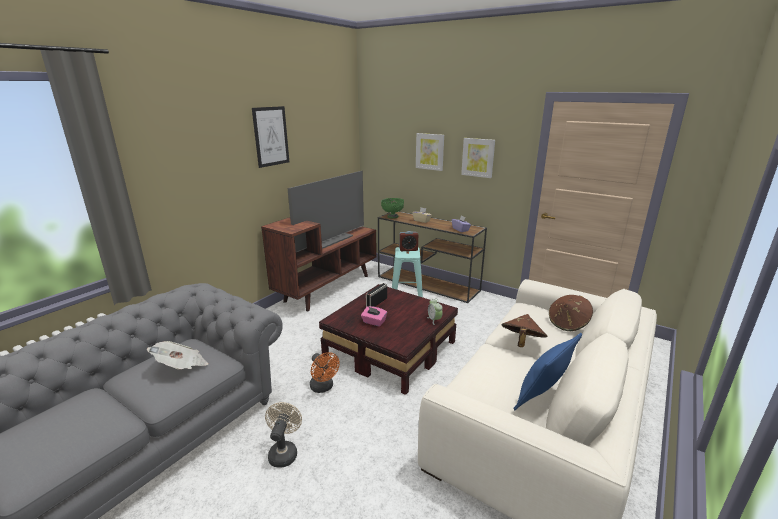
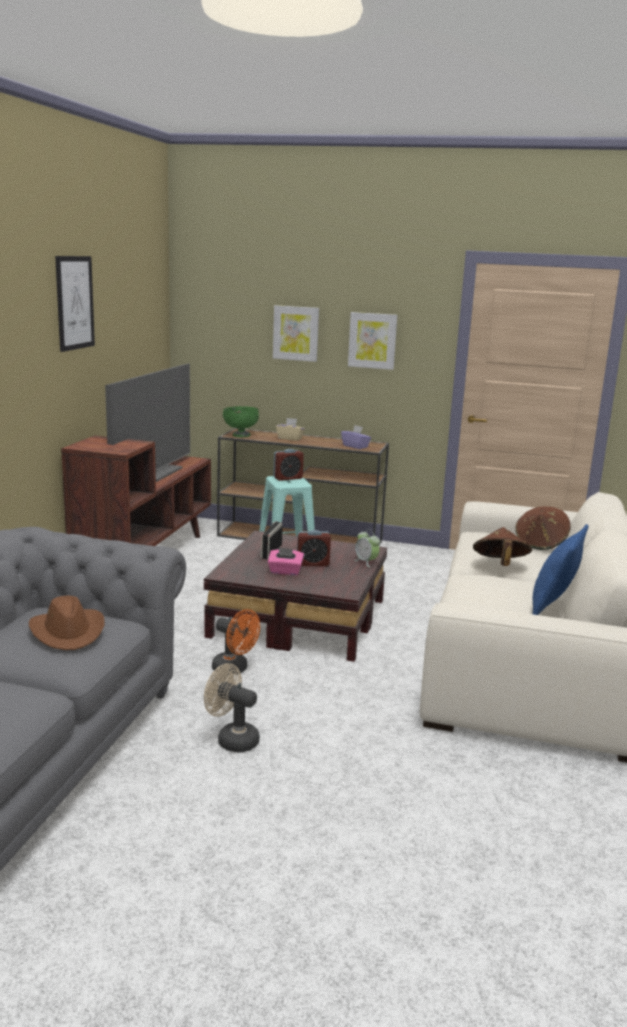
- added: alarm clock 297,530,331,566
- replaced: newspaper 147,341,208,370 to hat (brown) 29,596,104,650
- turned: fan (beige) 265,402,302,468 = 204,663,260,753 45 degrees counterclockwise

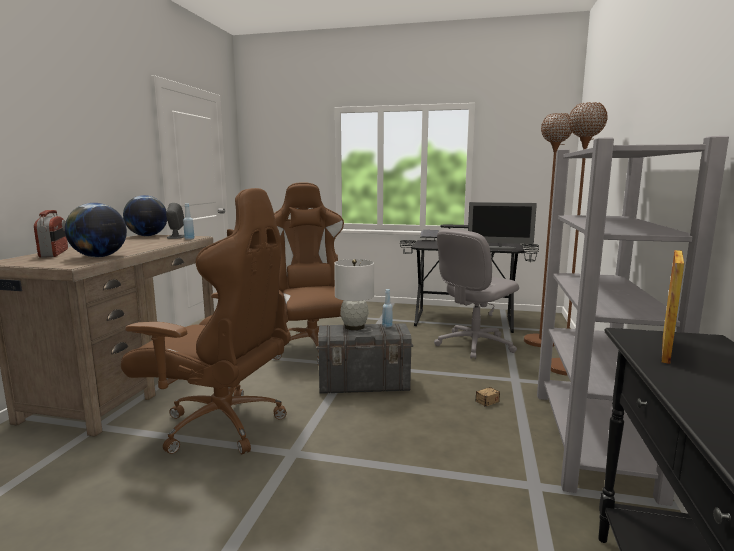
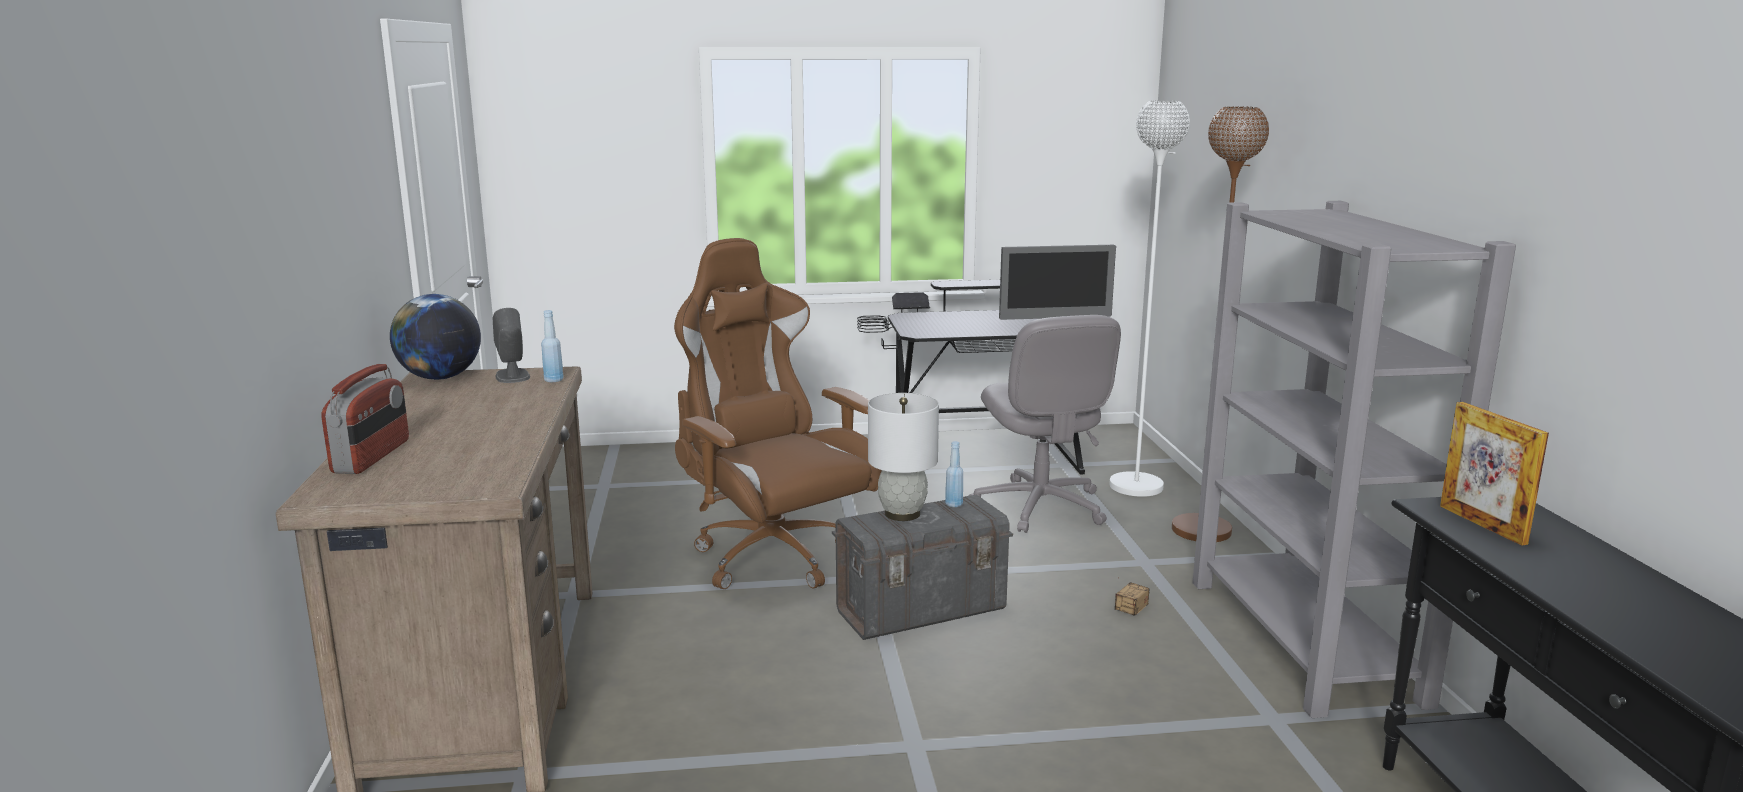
- removed: globe 65,203,127,257
- removed: office chair (brown) 121,188,291,454
- recoloured: floor lamp (brown) 524,113,572,347 to floor lamp (white) 1109,100,1190,497
- turned: radio 34,210,68,258 = 321,364,409,474 45 degrees clockwise
- turned: office chair (grey) 434,229,519,359 = 968,315,1121,533 45 degrees counterclockwise
- turned: picture frame 662,250,684,364 = 1440,402,1549,546 150 degrees clockwise

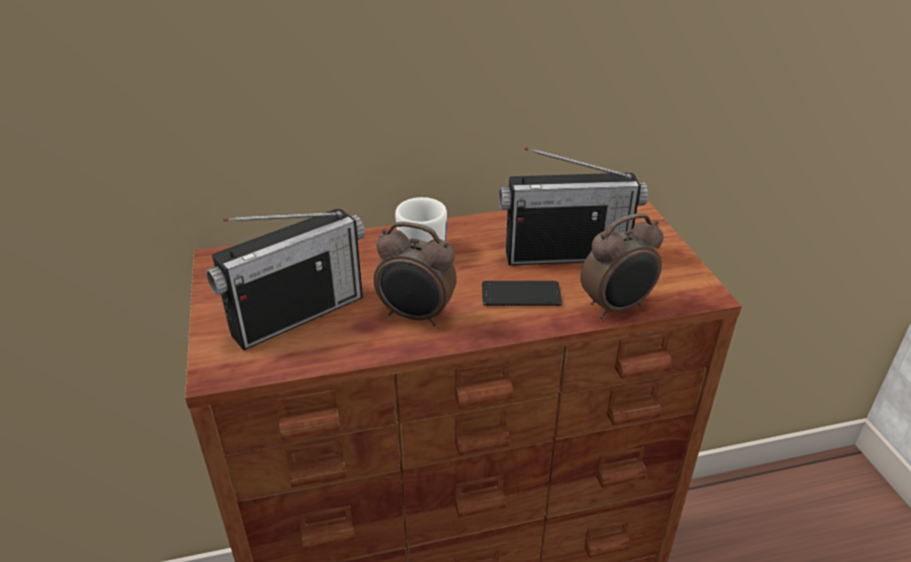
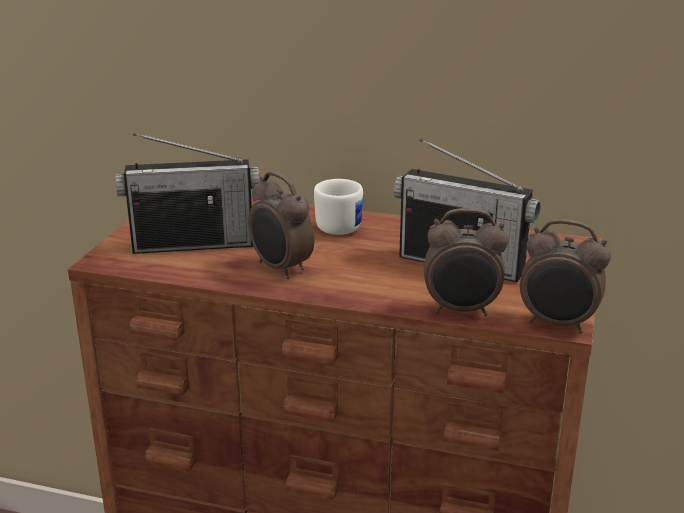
- removed: phone 482,281,562,306
- added: alarm clock 520,219,611,333

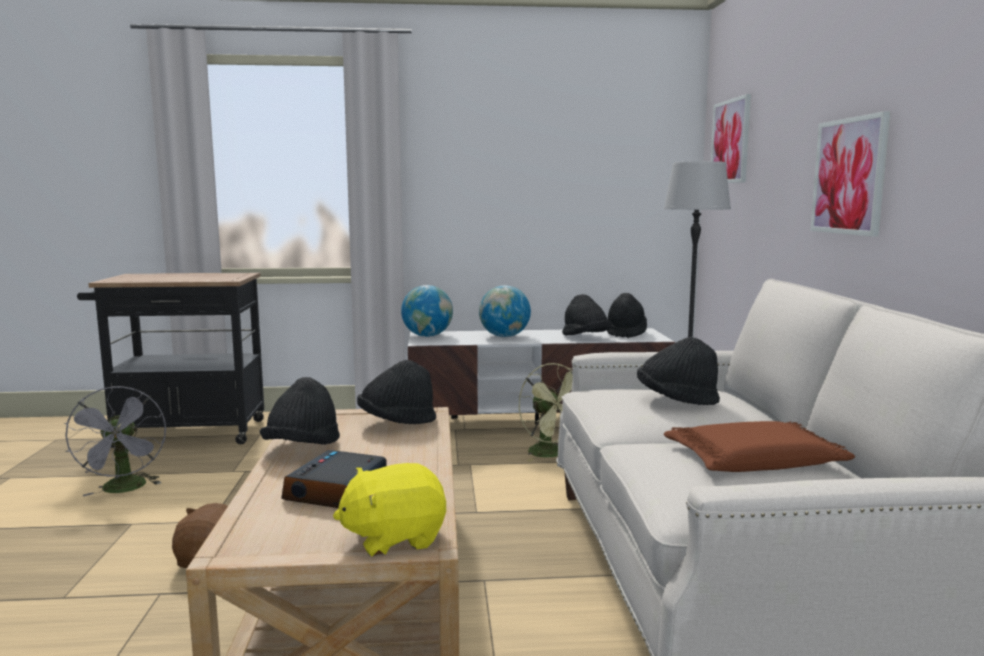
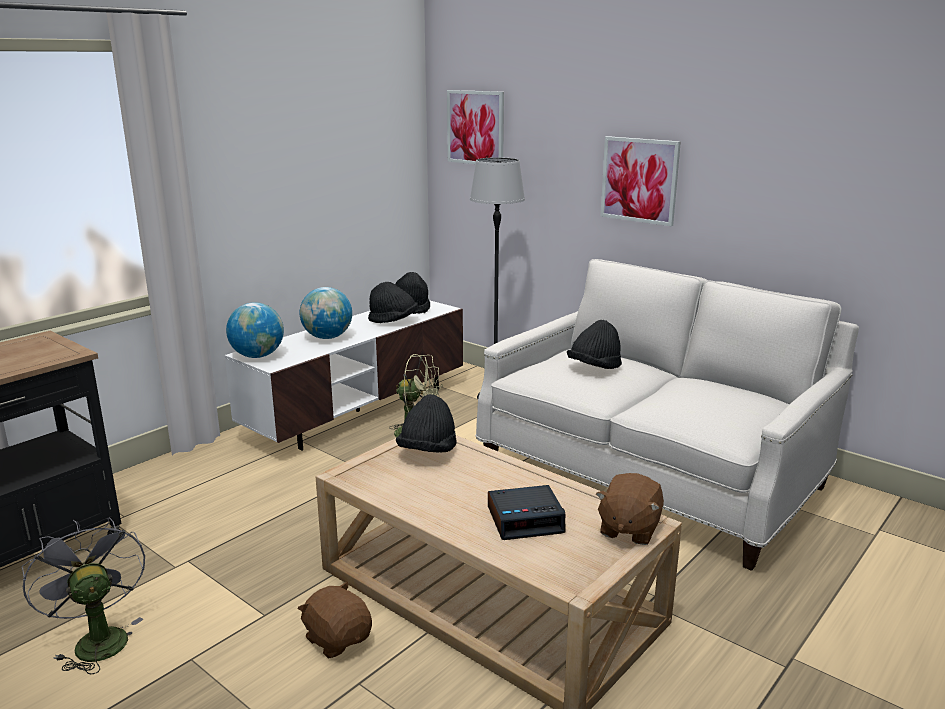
- removed: hat (black) 260,377,340,445
- removed: pillow (brown) 663,421,855,472
- recoloured: plush toy (yellow) 333,463,446,557 to plush toy (brown) 596,473,664,545
- turned: fan (grey) 64,386,166,496 = 22,517,145,675 150 degrees counterclockwise
- turned: alarm clock 281,450,387,508 = 488,485,566,540 75 degrees counterclockwise

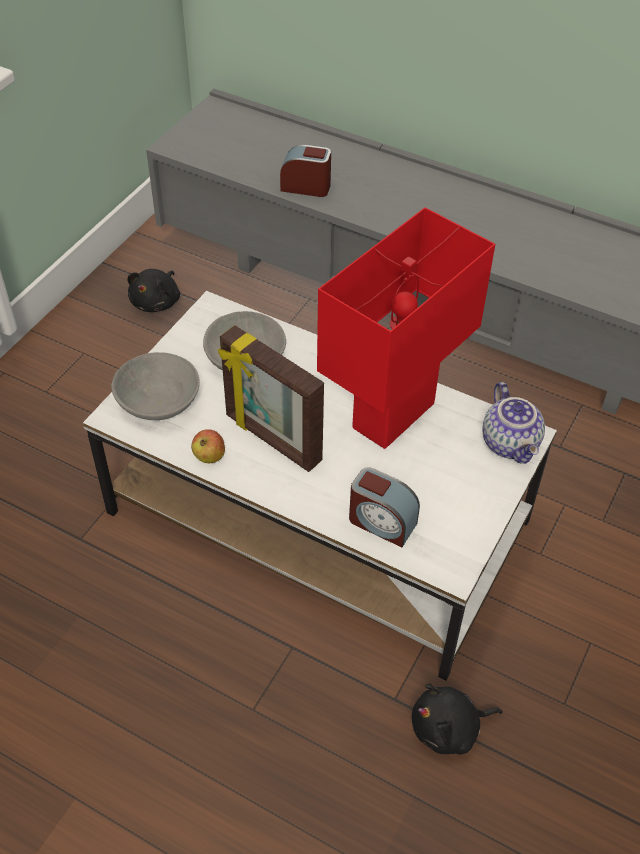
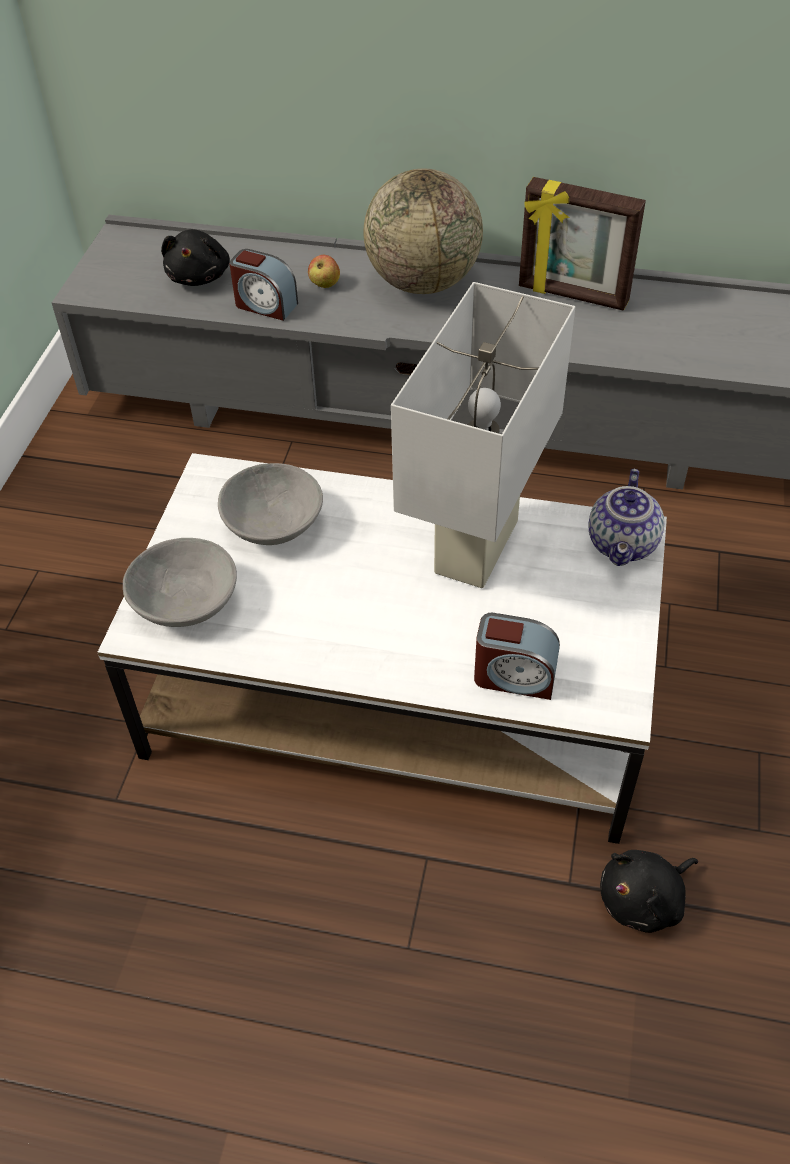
- added: globe 363,169,483,294
- moved: plush toy (black) 127,269,180,312 to 161,229,230,286
- moved: apple 191,429,225,463 to 308,255,340,288
- moved: picture frame 218,325,324,472 to 519,177,646,311
- recoloured: table lamp (red) 317,207,495,449 to table lamp (white) 391,282,576,588
- turned: alarm clock 280,145,331,197 = 229,249,298,321 150 degrees counterclockwise
- turned: teapot 482,382,545,464 = 588,469,664,566 45 degrees clockwise

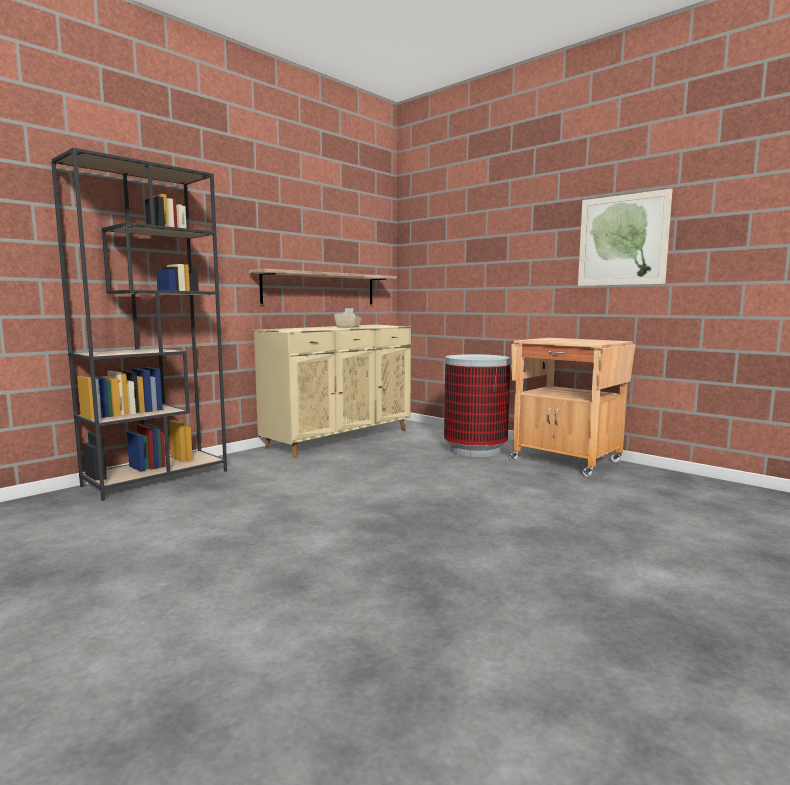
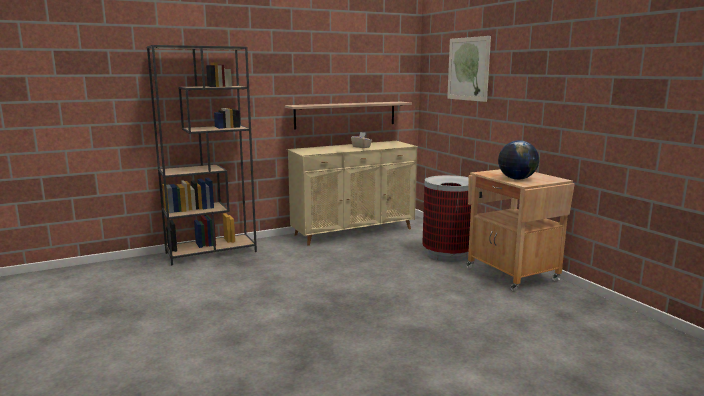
- added: globe 498,140,539,180
- moved: picture 578,189,673,286 to 447,36,491,102

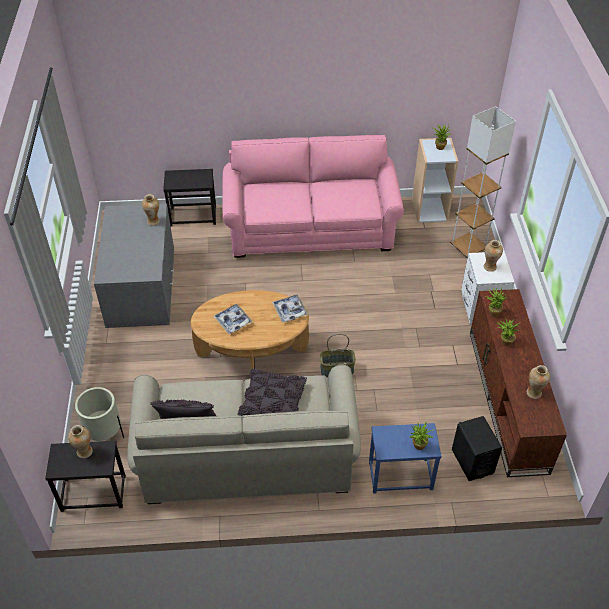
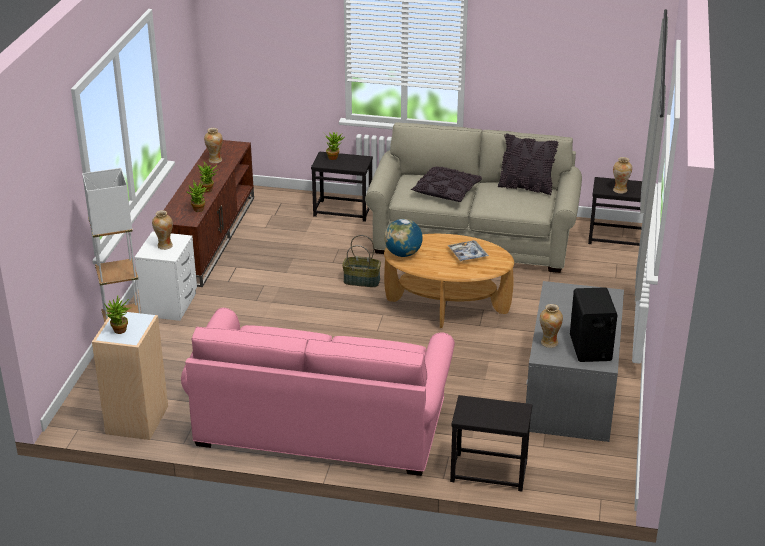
- removed: planter (beige) 75,387,124,441
- moved: speaker (black) 452,416,502,481 to 570,287,617,362
- replaced: tray 272,295,309,322 to globe 384,219,423,257
- recoloured: side table (blue) 369,423,442,494 to side table (black) 311,151,373,222

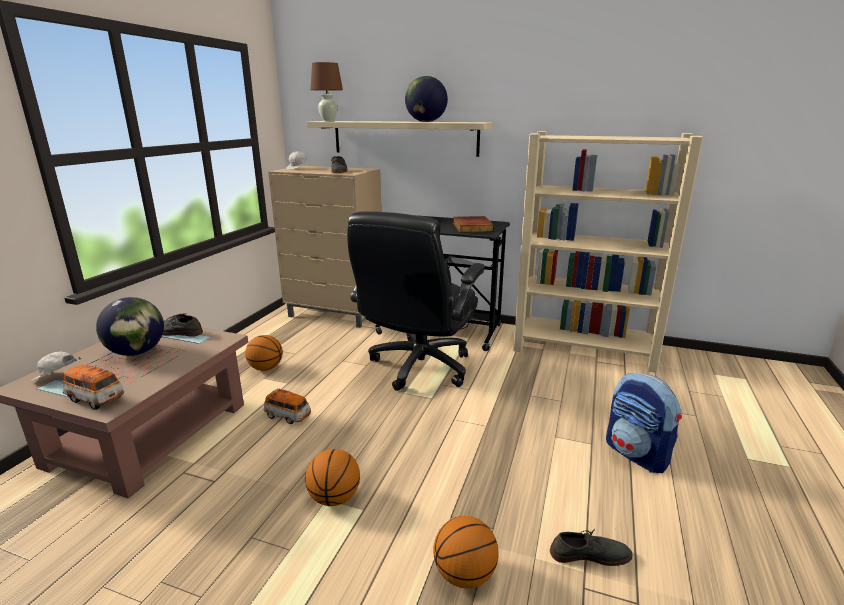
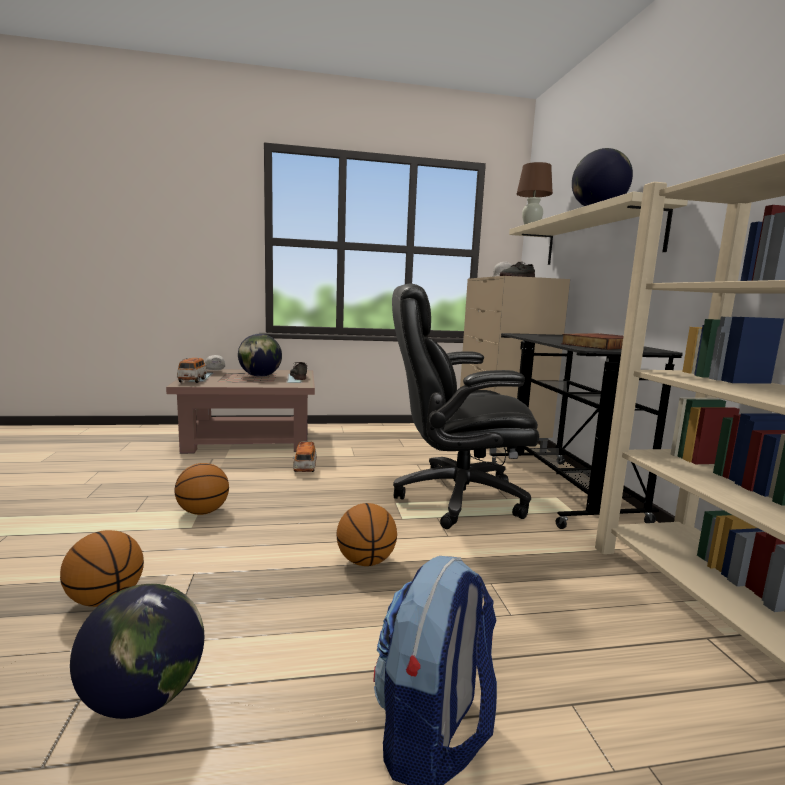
- moved: basketball 245,335,283,371 to 337,503,397,566
- replaced: shoe (grey) 550,529,632,566 to globe 70,584,204,719

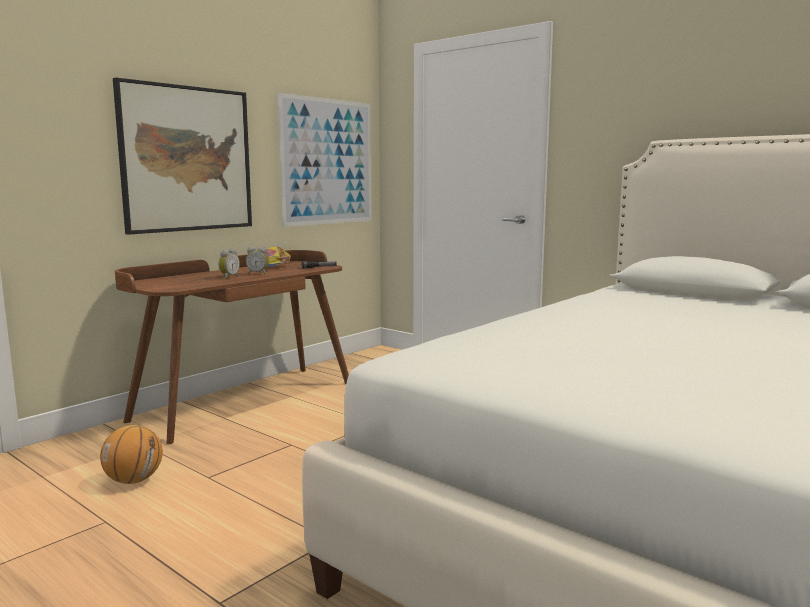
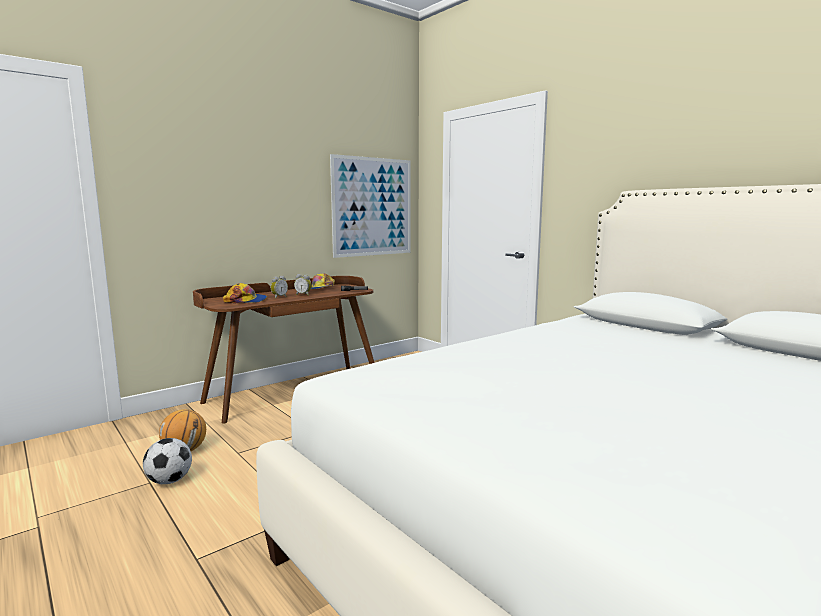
- removed: picture 113,78,252,234
- added: football 143,438,192,484
- added: cap 223,283,267,303

